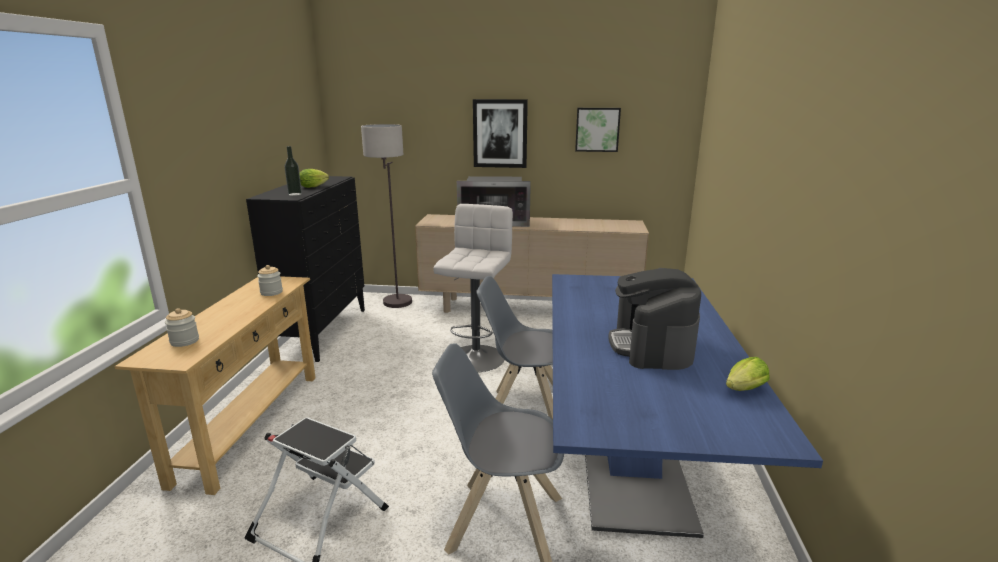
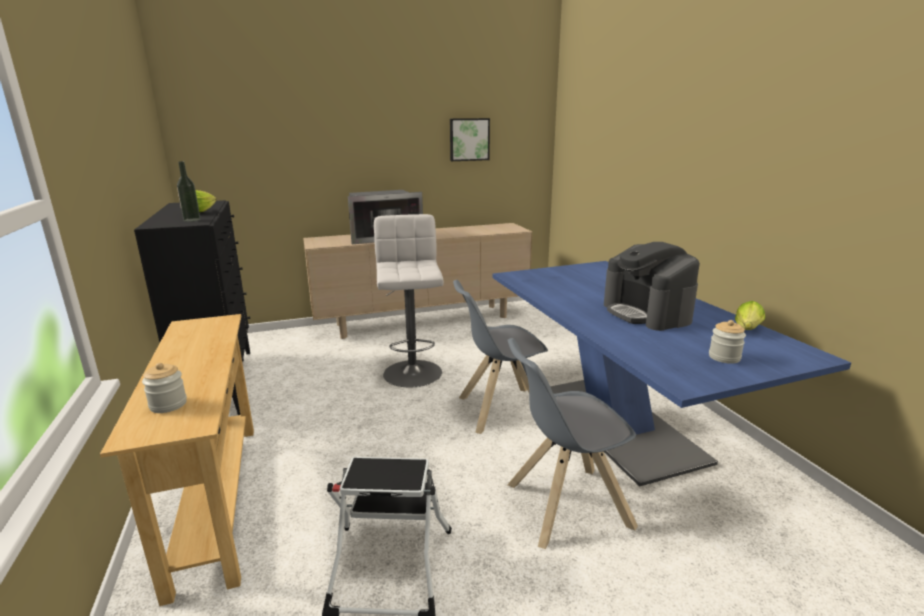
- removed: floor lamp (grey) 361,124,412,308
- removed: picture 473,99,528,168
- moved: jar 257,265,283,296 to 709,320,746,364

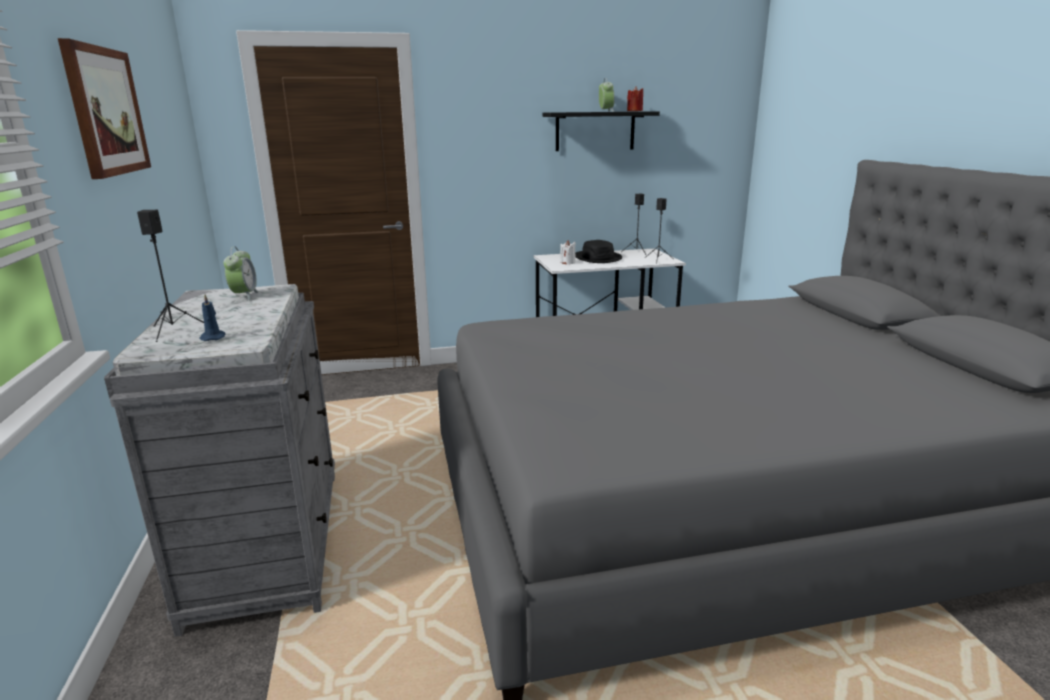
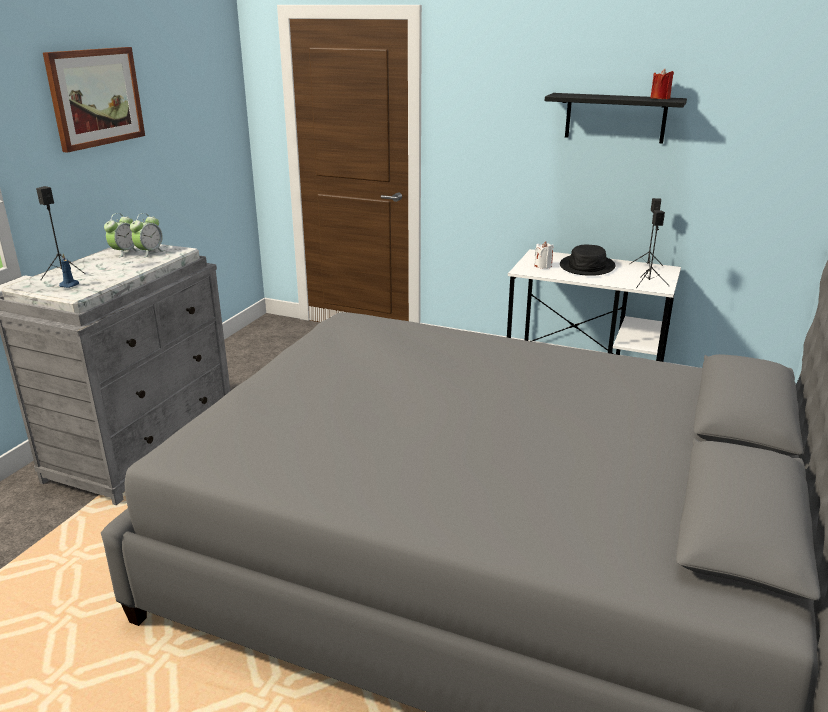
- moved: alarm clock 599,78,615,112 to 104,213,140,258

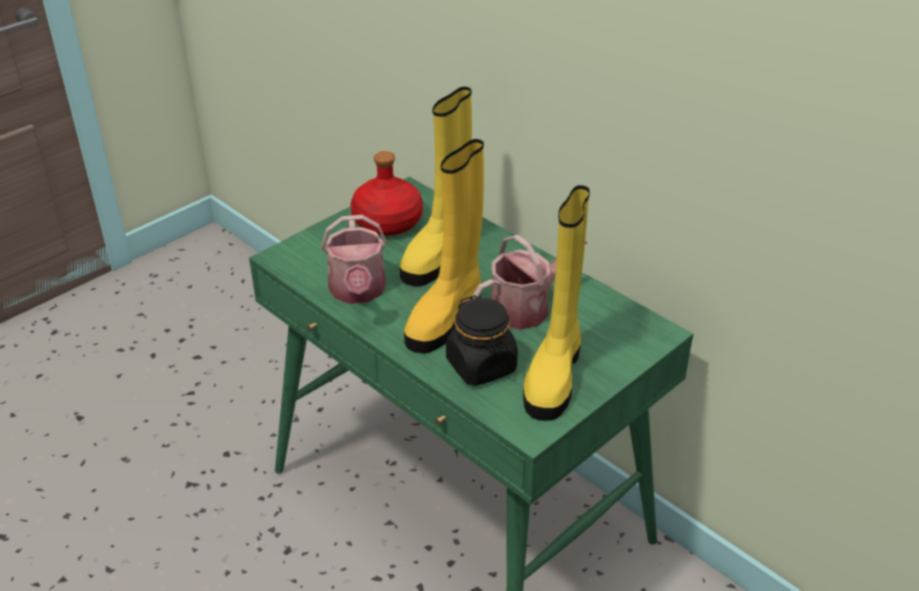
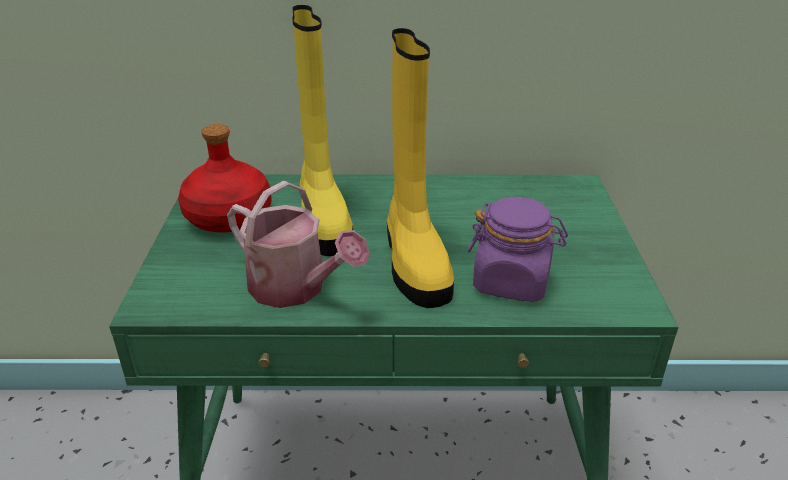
- removed: watering can 472,235,588,330
- removed: boot (yellow) 523,185,590,421
- recoloured: jar (black) 446,295,518,386 to jar (purple) 468,197,568,302

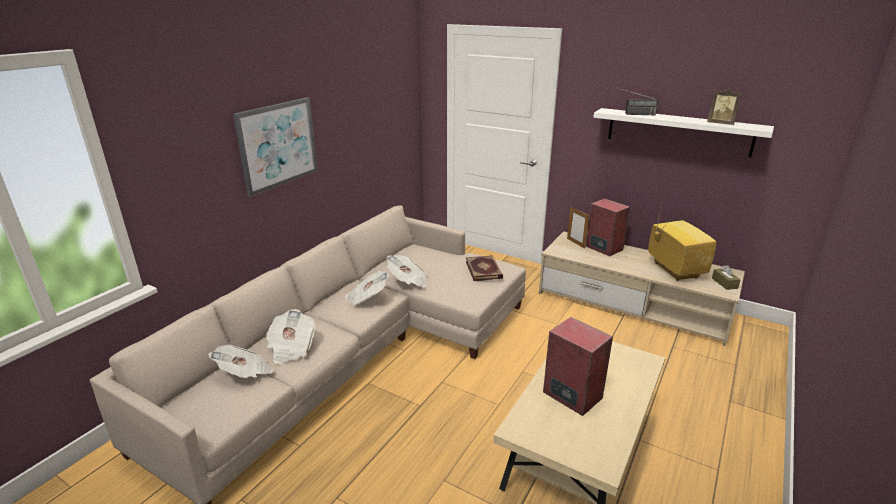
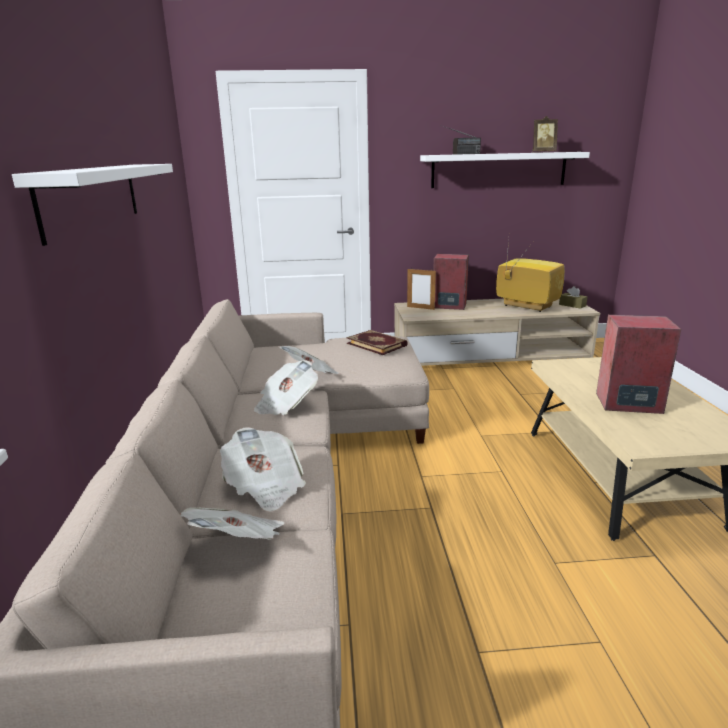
- replaced: picture 233,97,318,197 to shelf (white) 12,164,173,246

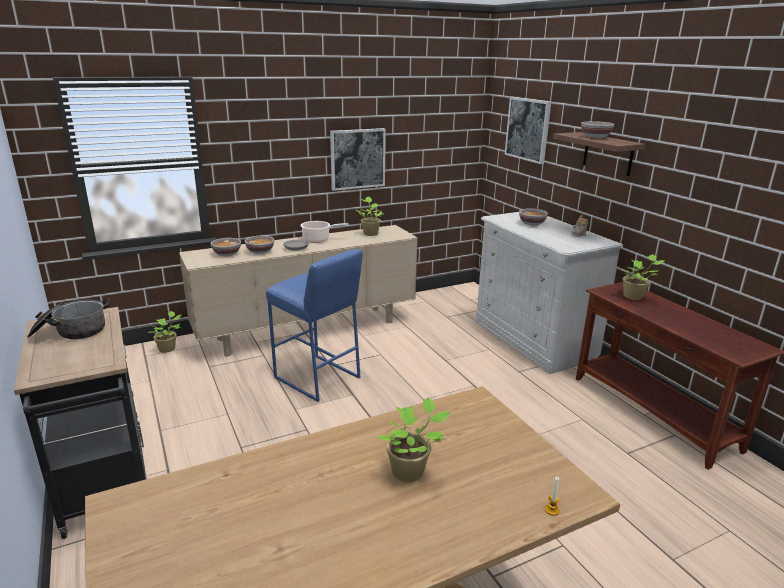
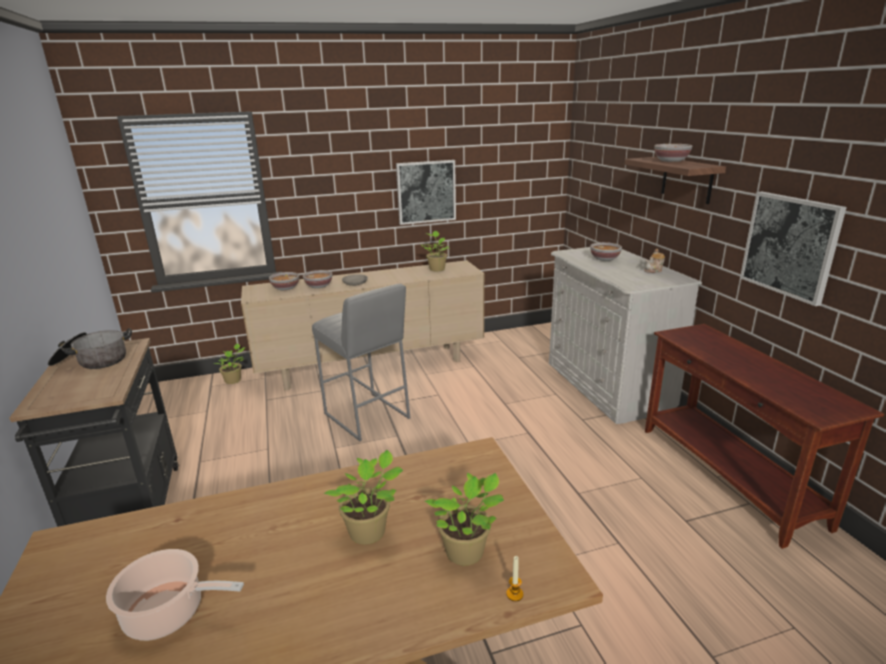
- moved: cooking pot 301,221,348,243 to 106,549,244,641
- moved: picture 505,97,551,164 to 740,192,847,306
- moved: potted plant 622,254,664,300 to 425,473,504,565
- recoloured: stool (blue) 266,249,363,402 to stool (grey) 312,284,410,441

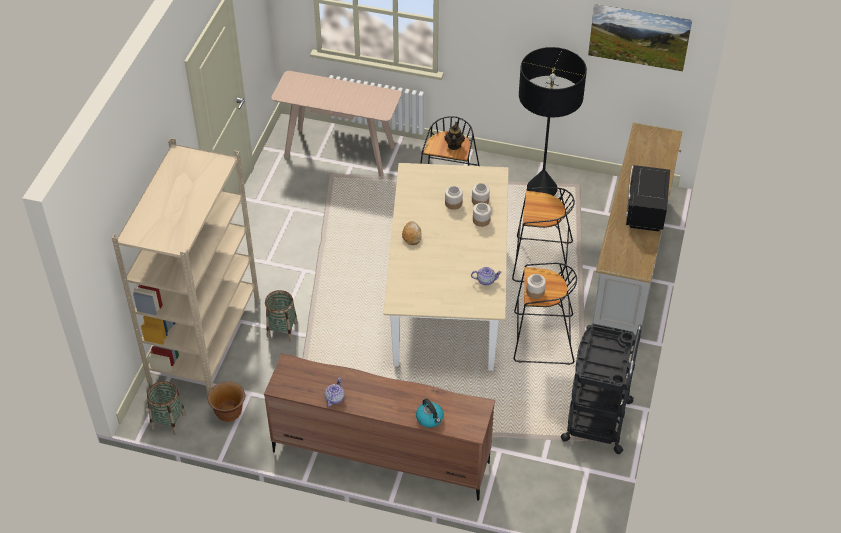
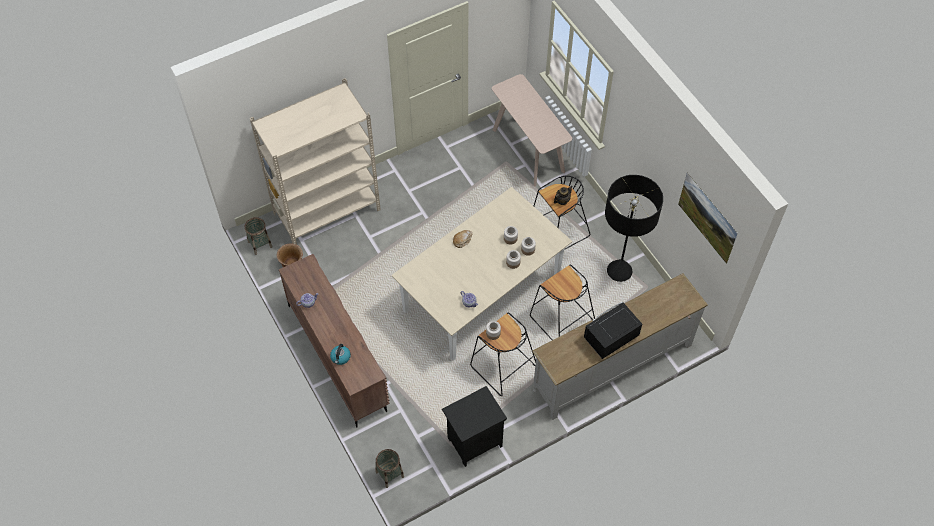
- moved: basket 265,290,298,341 to 375,449,404,488
- replaced: cart (black) 561,324,642,454 to nightstand (black) 442,386,507,467

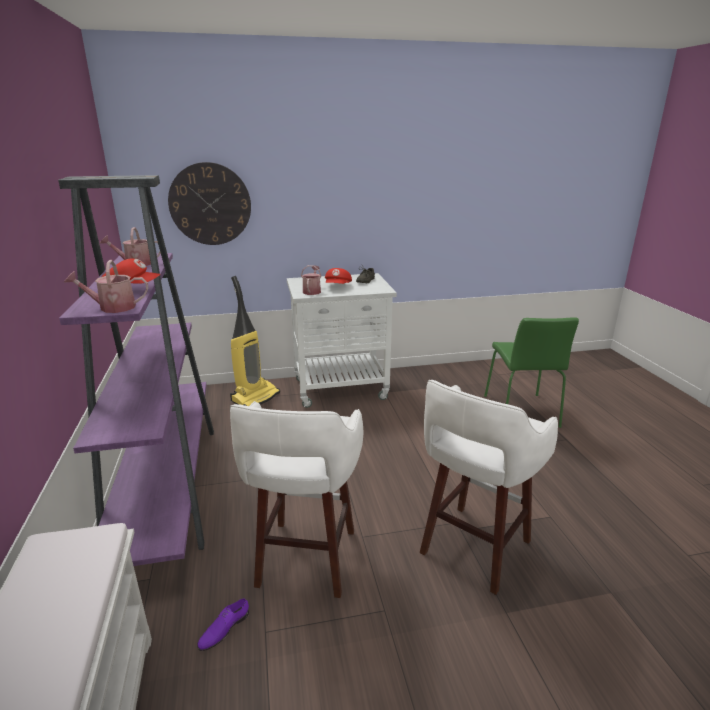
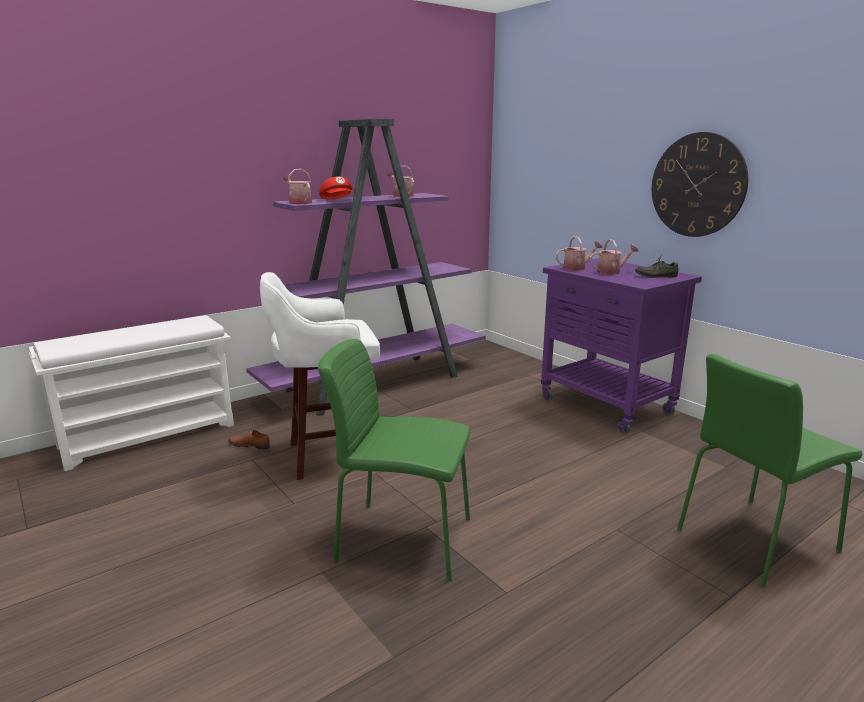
- removed: vacuum cleaner 230,276,280,406
- moved: wall clock 168,162,251,245 to 652,132,748,237
- replaced: cap (red) 325,268,352,284 to watering can 590,239,639,275
- replaced: stool (white) 420,380,558,595 to chair (green) 318,339,470,581
- recoloured: shoe (purple) 197,599,249,651 to shoe (brown) 228,430,270,450
- recoloured: cart (white) 287,273,397,408 to cart (purple) 541,258,702,434

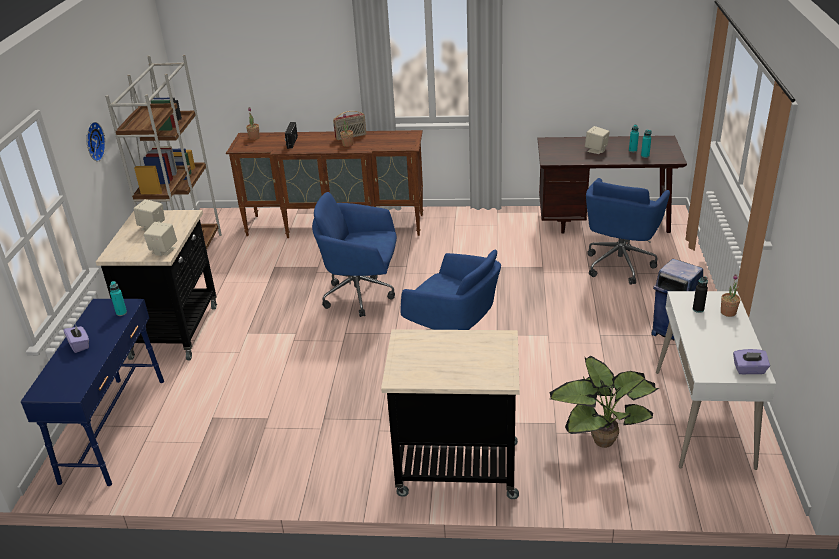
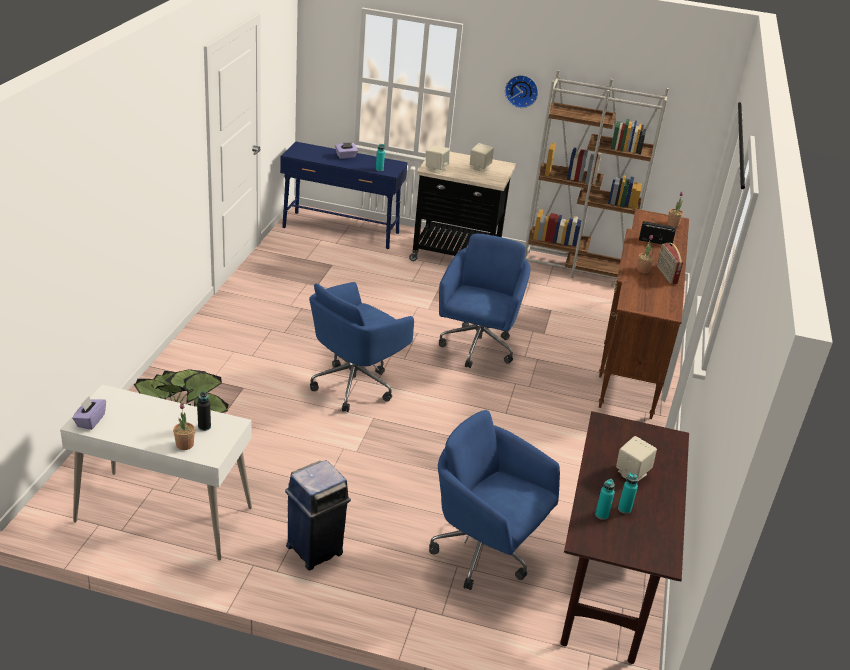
- removed: cart (black) 381,329,520,499

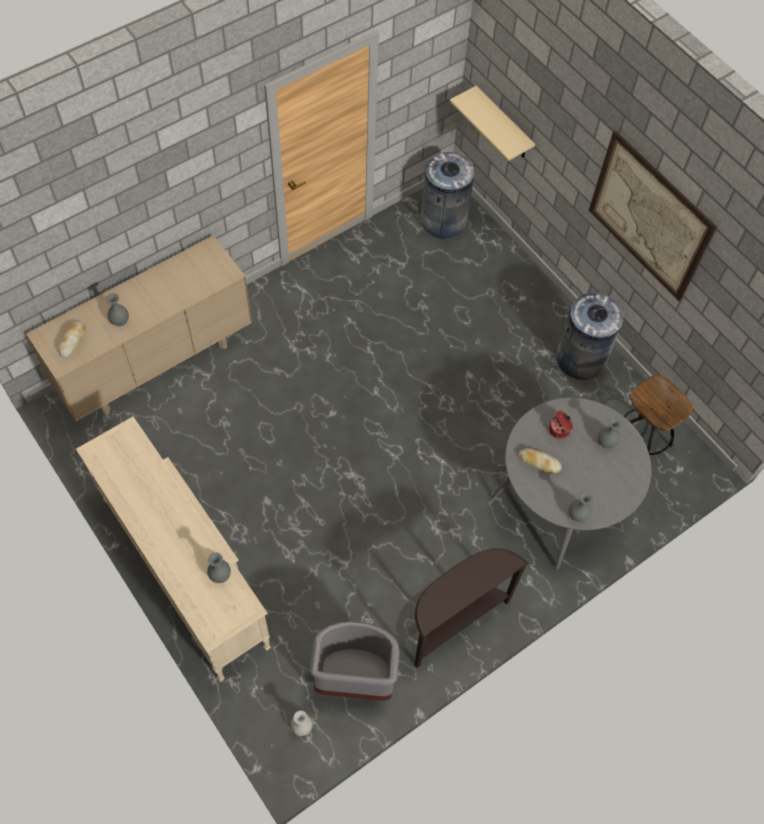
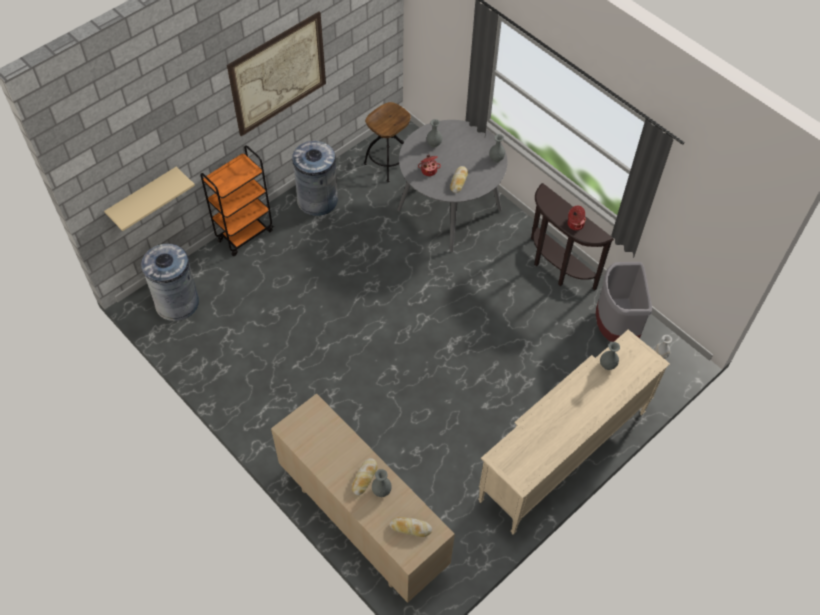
- added: cart (orange) 200,145,274,256
- added: bread 352,458,377,495
- added: cooking pot 568,206,586,230

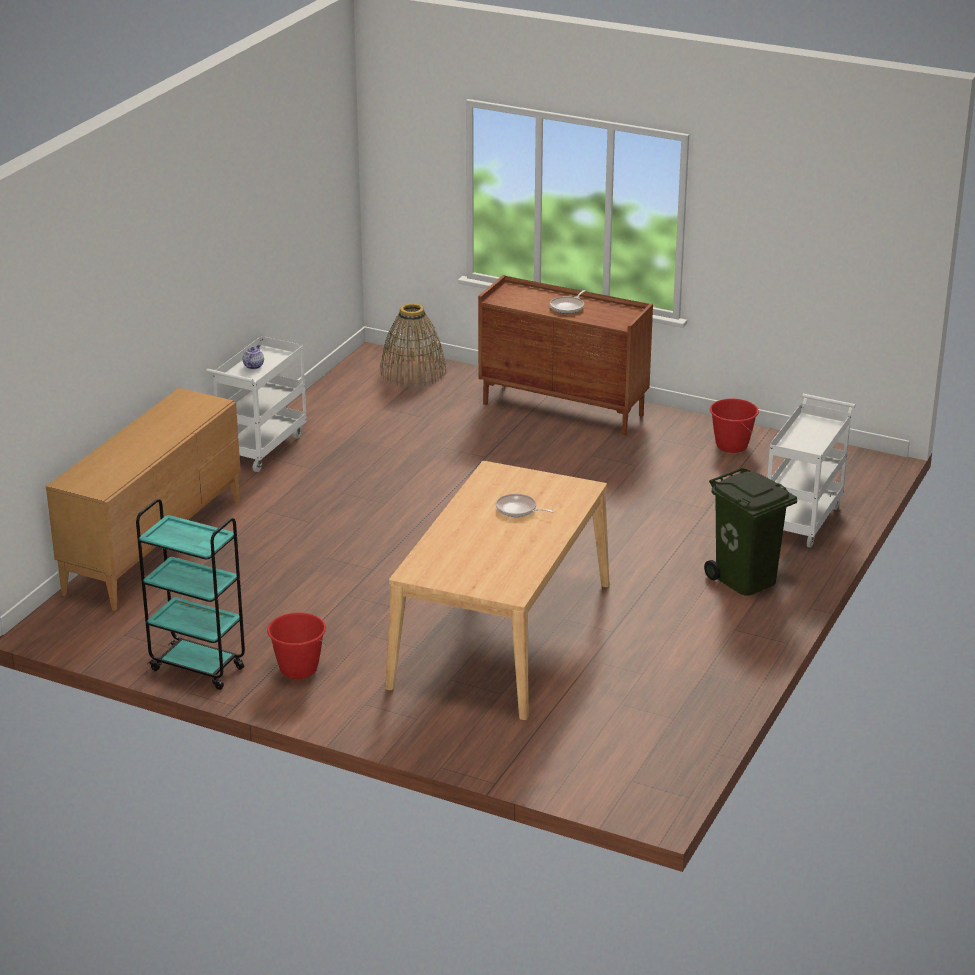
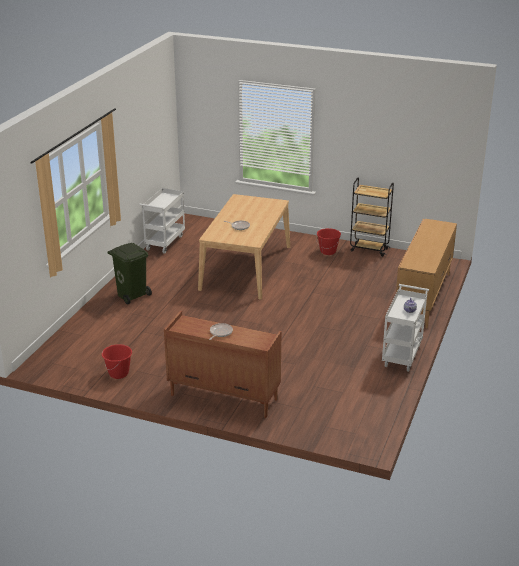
- removed: basket 380,303,446,387
- moved: cart (white) 767,393,856,548 to 139,188,185,254
- recoloured: cart (turquoise) 136,499,245,690 to cart (brown) 350,178,394,257

